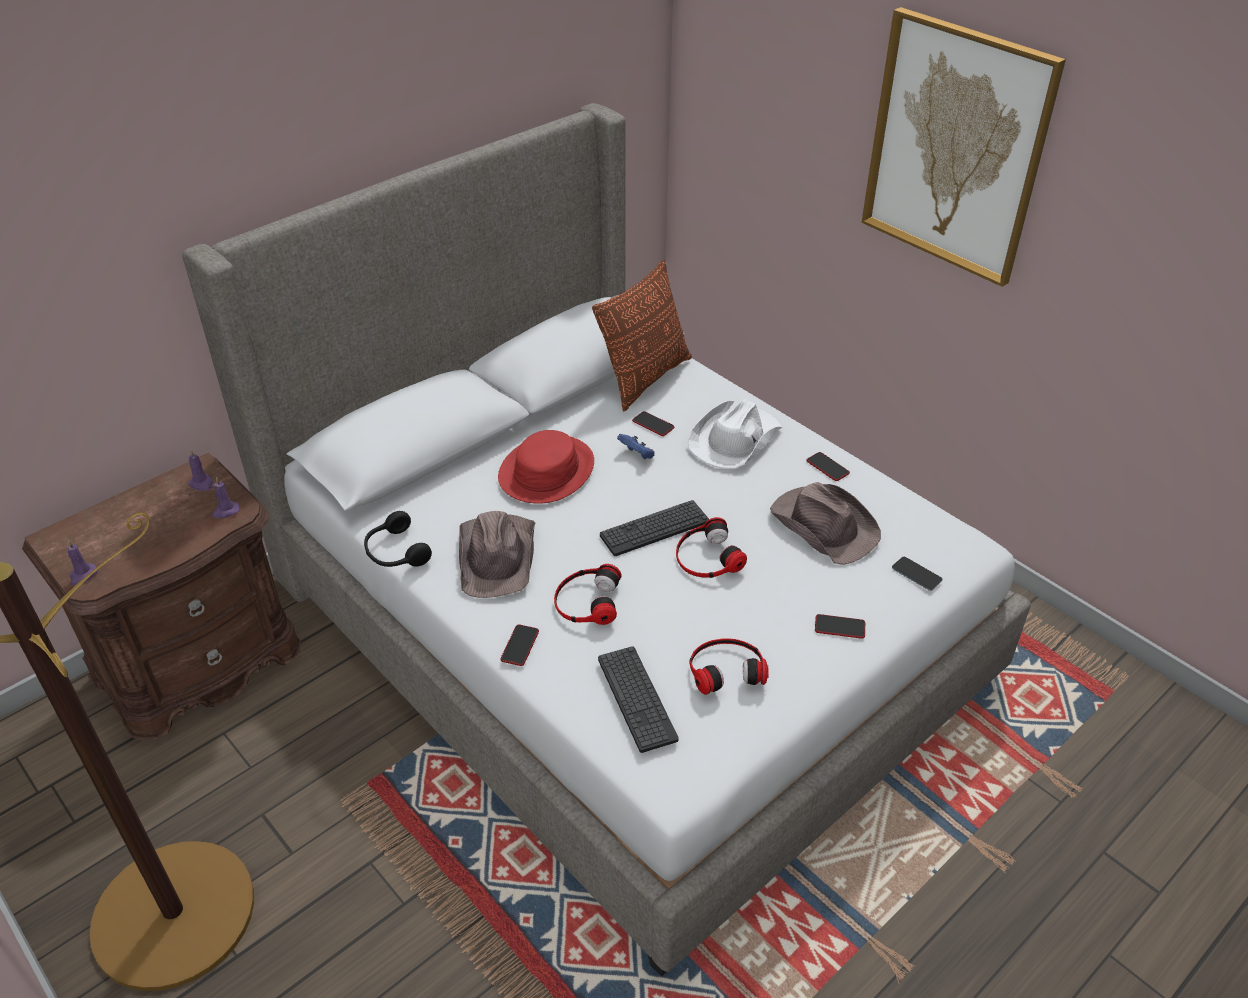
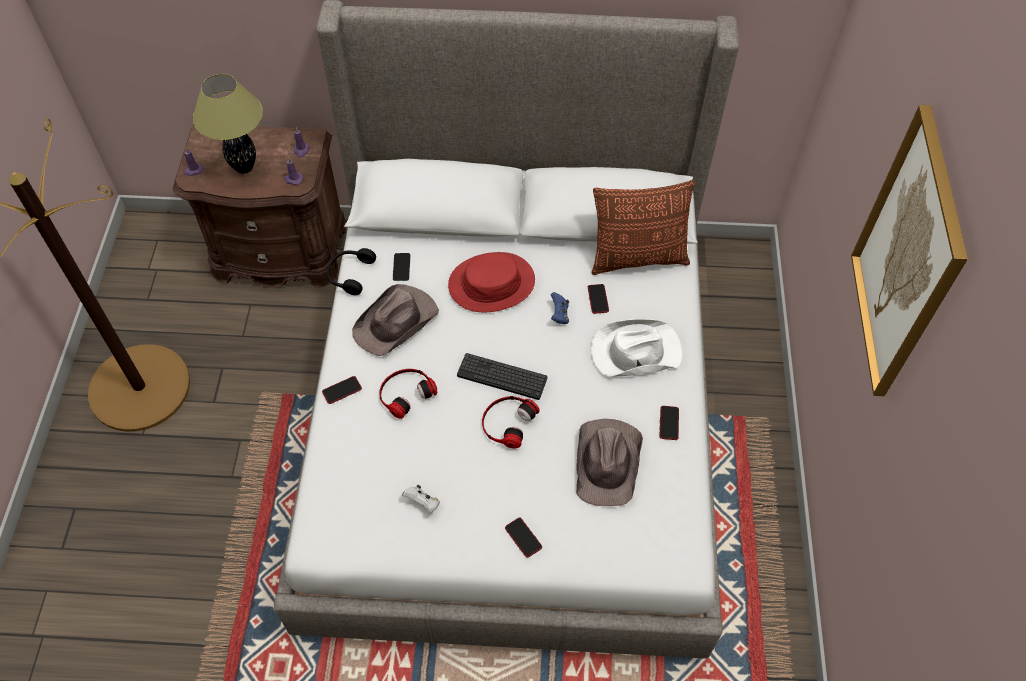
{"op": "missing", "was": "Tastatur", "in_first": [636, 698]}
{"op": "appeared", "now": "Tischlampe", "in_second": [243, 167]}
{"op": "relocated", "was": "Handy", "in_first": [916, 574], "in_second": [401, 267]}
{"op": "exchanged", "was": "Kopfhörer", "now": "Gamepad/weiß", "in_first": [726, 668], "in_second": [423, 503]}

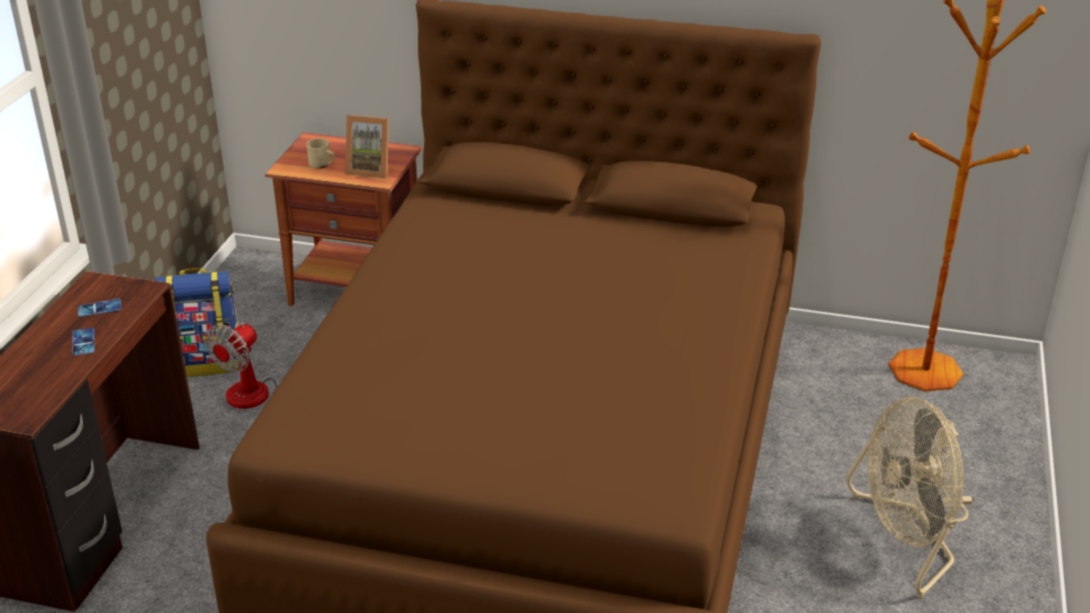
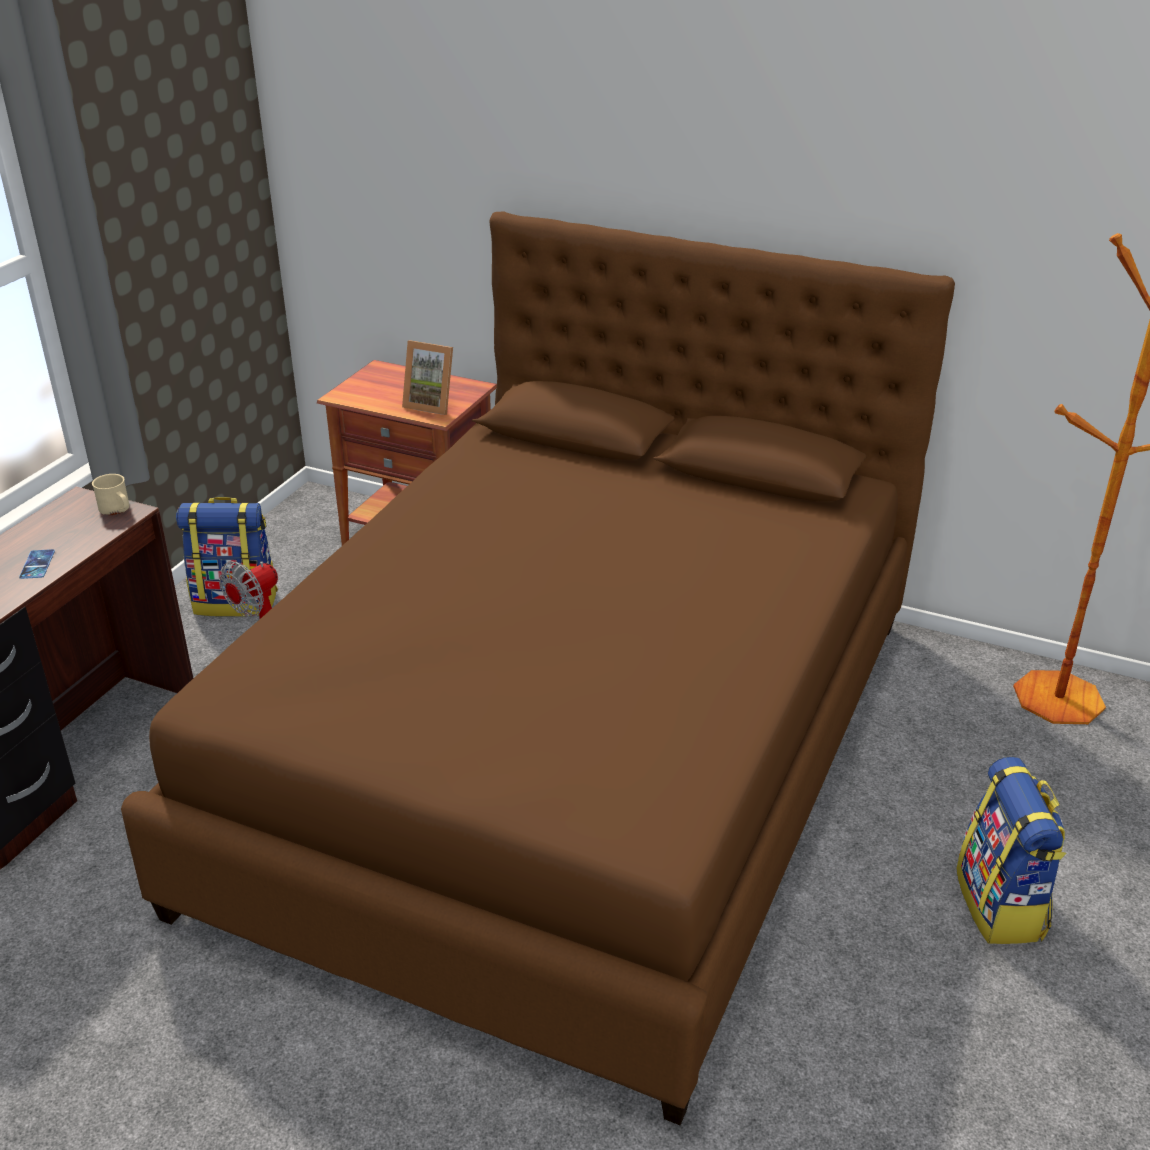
{"op": "missing", "was": "Handy", "in_first": [99, 308]}
{"op": "relocated", "was": "Henkelbecher/beige", "in_first": [322, 164], "in_second": [117, 509]}
{"op": "exchanged", "was": "Ventilator/beige", "now": "Rucksack", "in_first": [911, 536], "in_second": [1001, 905]}

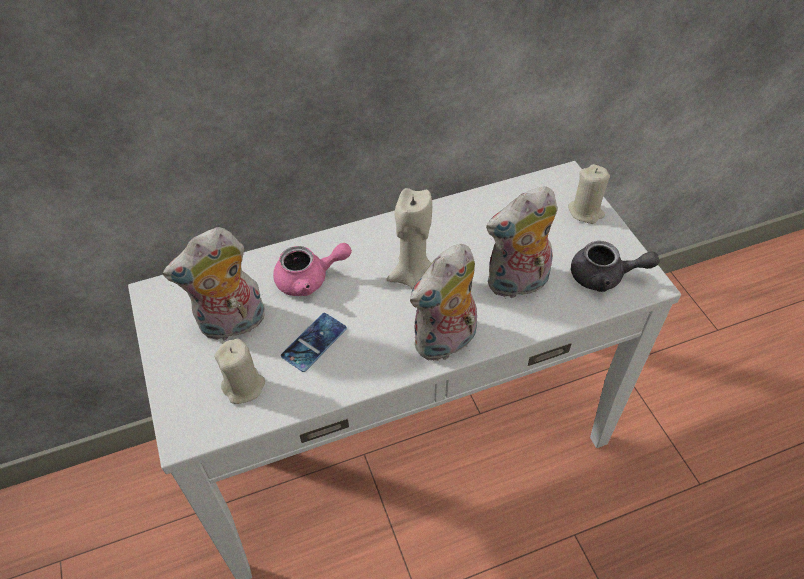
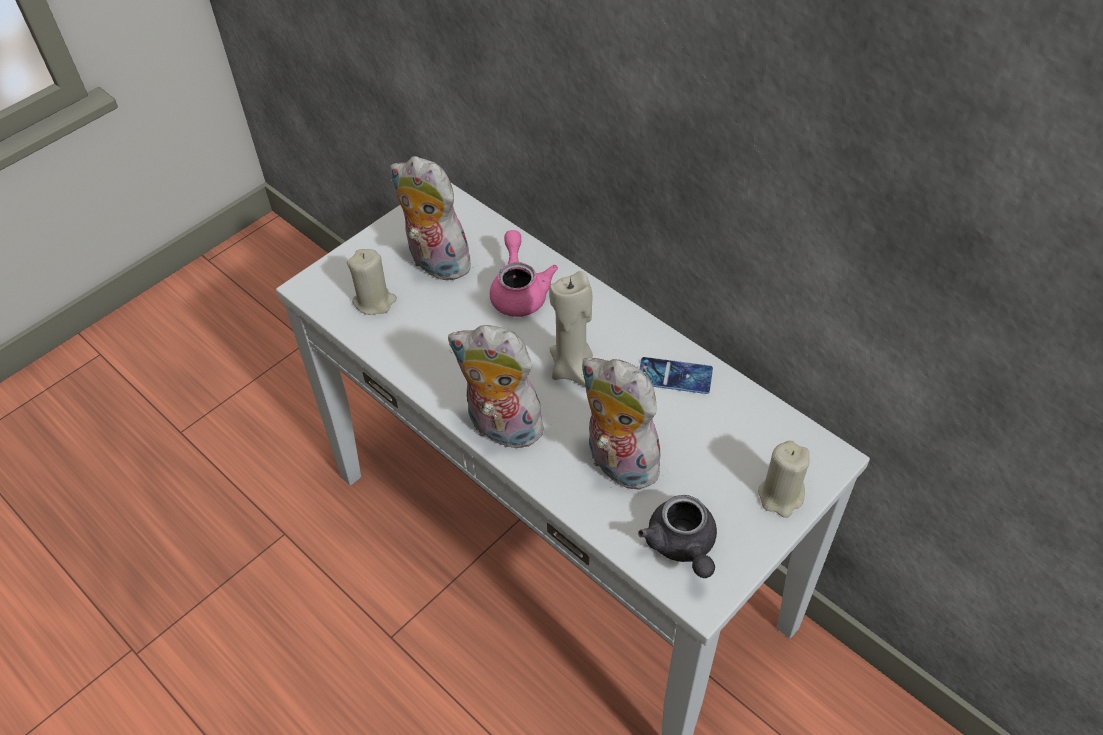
{"op": "relocated", "was": "Handy", "in_first": [314, 342], "in_second": [674, 376]}
{"op": "spun", "was": "Teekanne/rosa", "in_first": [309, 279], "in_second": [519, 291], "clockwise": -150}

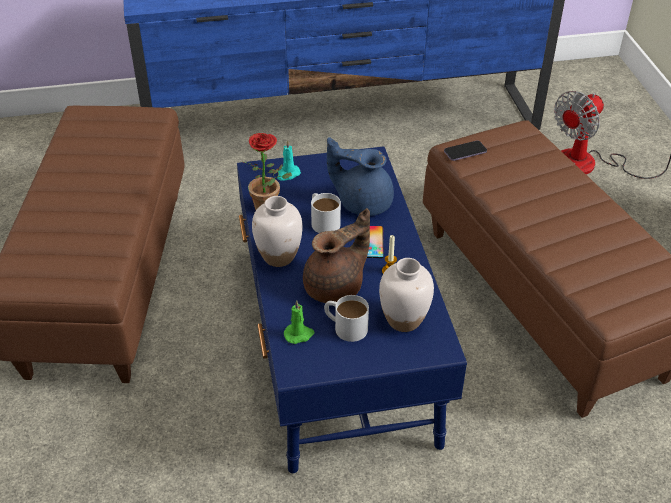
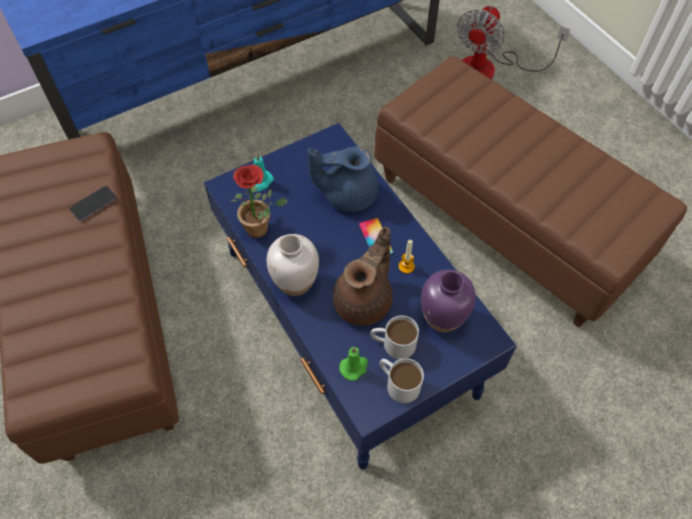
{"op": "relocated", "was": "Henkelbecher/weiß", "in_first": [323, 220], "in_second": [398, 382]}
{"op": "relocated", "was": "Handy", "in_first": [465, 152], "in_second": [94, 204]}
{"op": "colour", "was": "Vase/weiß", "now": "Vase/lila", "in_first": [403, 320], "in_second": [442, 318]}

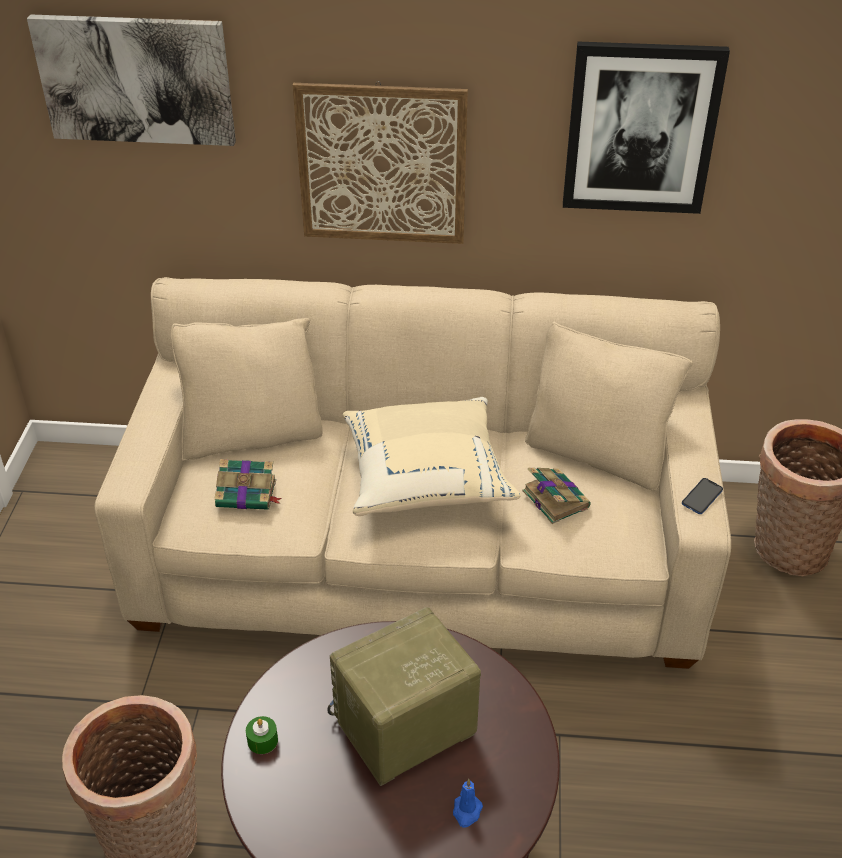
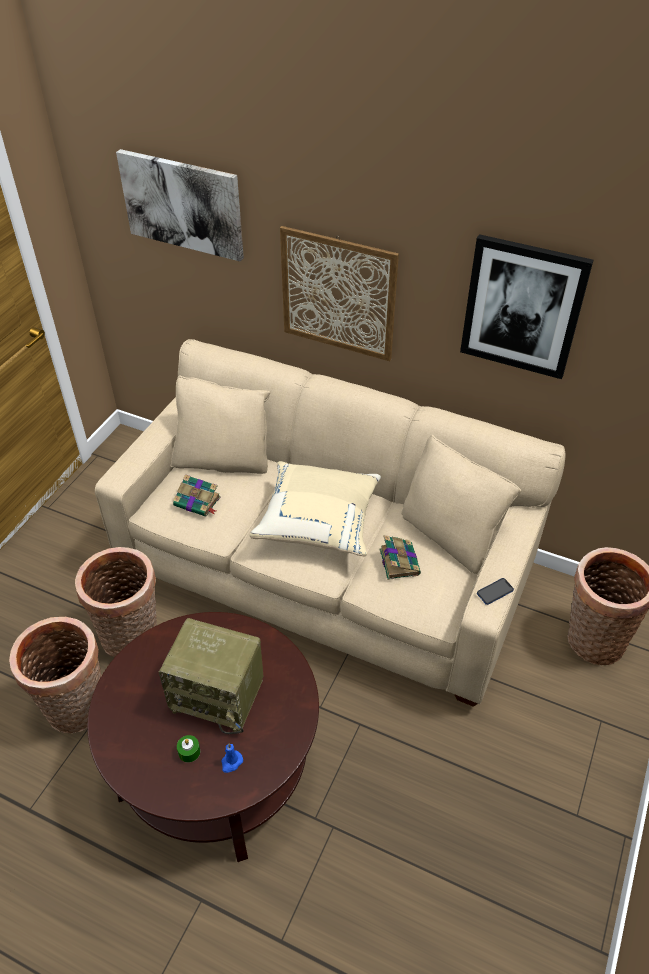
{"op": "appeared", "now": "Korb", "in_second": [132, 638]}
{"op": "relocated", "was": "Kerze/grün", "in_first": [262, 741], "in_second": [189, 752]}
{"op": "spun", "was": "Radio", "in_first": [404, 730], "in_second": [219, 694], "clockwise": -150}

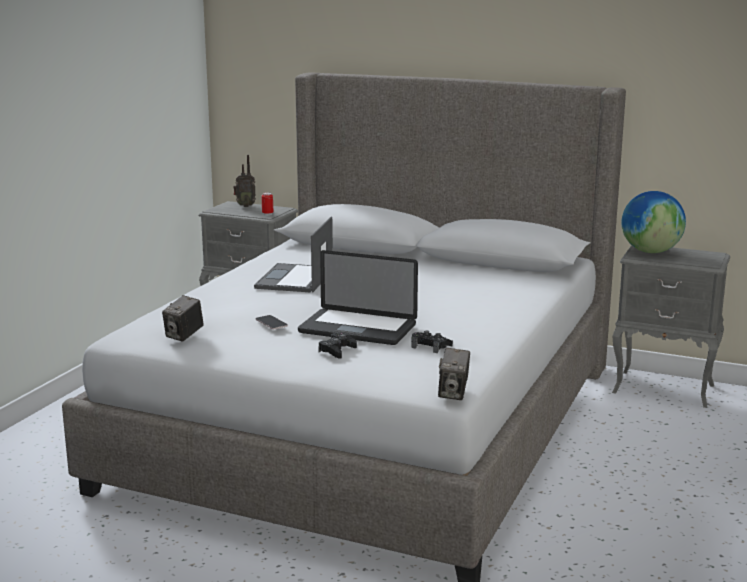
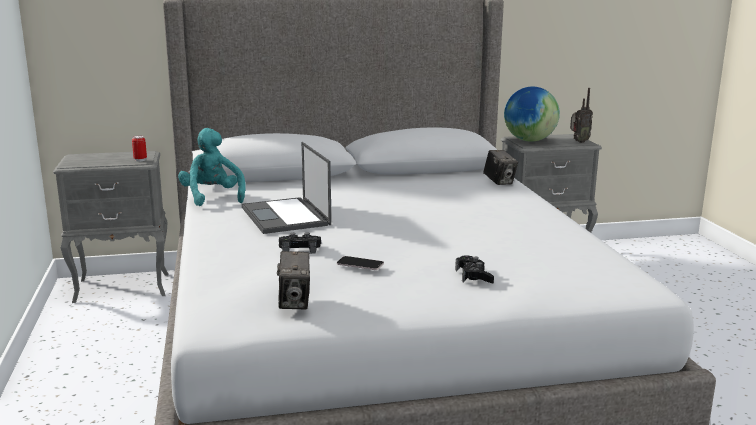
{"op": "missing", "was": "Laptop", "in_first": [357, 329]}
{"op": "appeared", "now": "Plüschtier/türkis", "in_second": [212, 197]}
{"op": "relocated", "was": "Radio", "in_first": [245, 206], "in_second": [578, 142]}
{"op": "relocated", "was": "Gamepad/schwarz", "in_first": [430, 347], "in_second": [300, 249]}
{"op": "relocated", "was": "Kamera", "in_first": [453, 393], "in_second": [499, 182]}

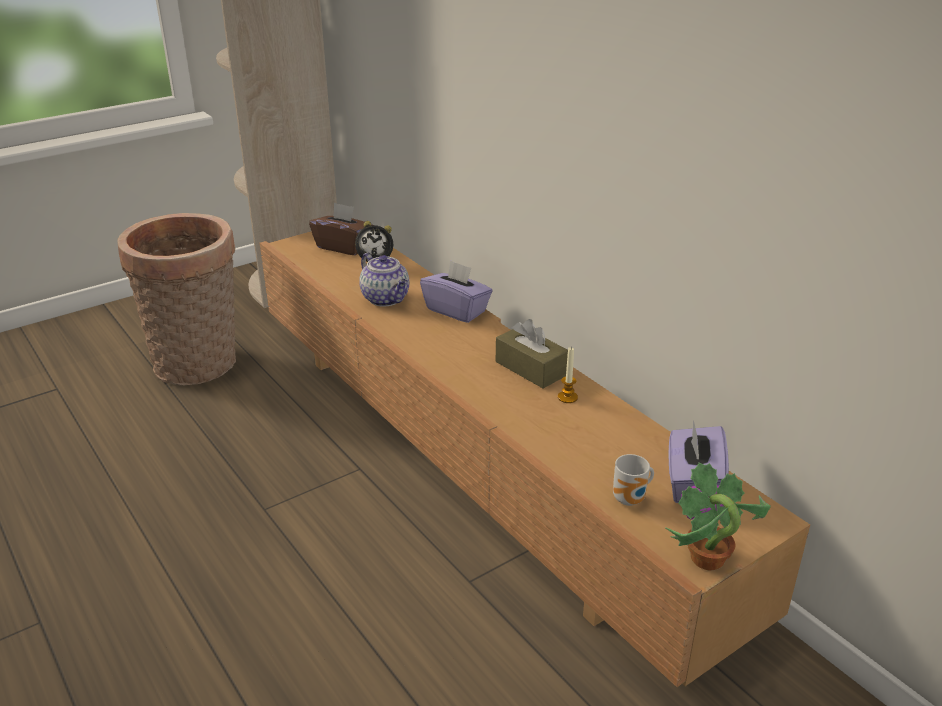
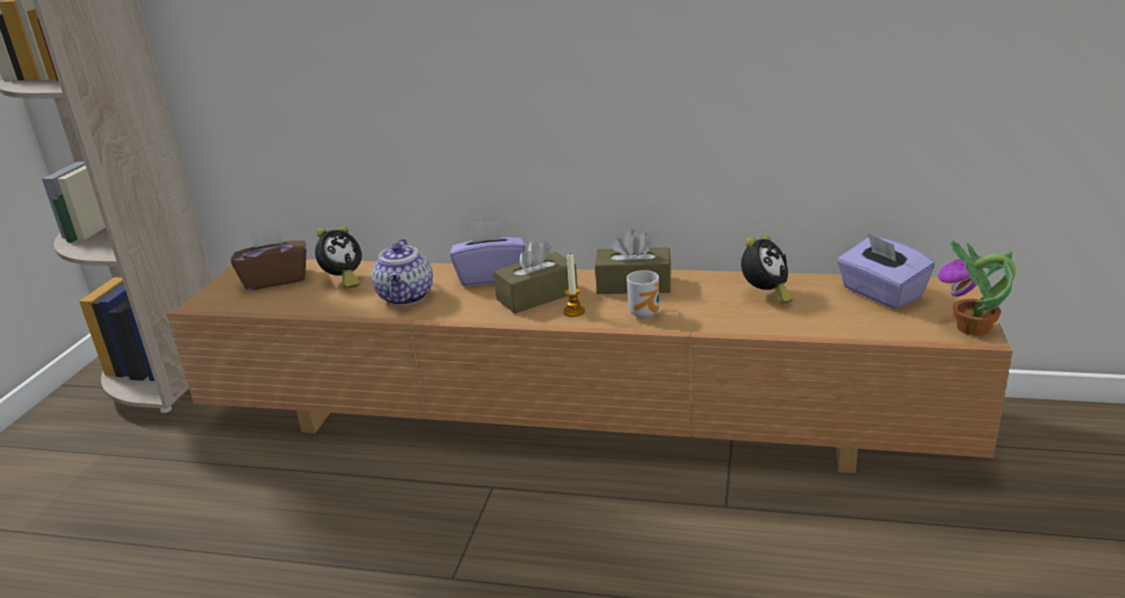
{"op": "missing", "was": "Korb", "in_first": [199, 366]}
{"op": "appeared", "now": "Taschentuchbox/braun", "in_second": [537, 296]}
{"op": "appeared", "now": "Wecker", "in_second": [765, 295]}
{"op": "relocated", "was": "Kerze", "in_first": [567, 397], "in_second": [574, 311]}
{"op": "relocated", "was": "Henkelbecher", "in_first": [631, 500], "in_second": [646, 314]}
{"op": "spun", "was": "Teekanne", "in_first": [386, 299], "in_second": [406, 297], "clockwise": 75}

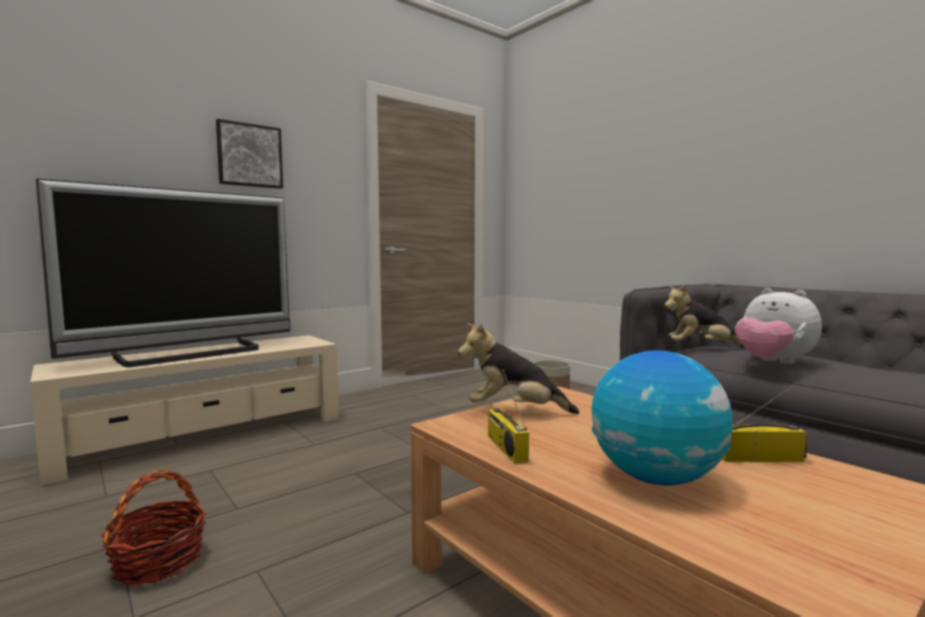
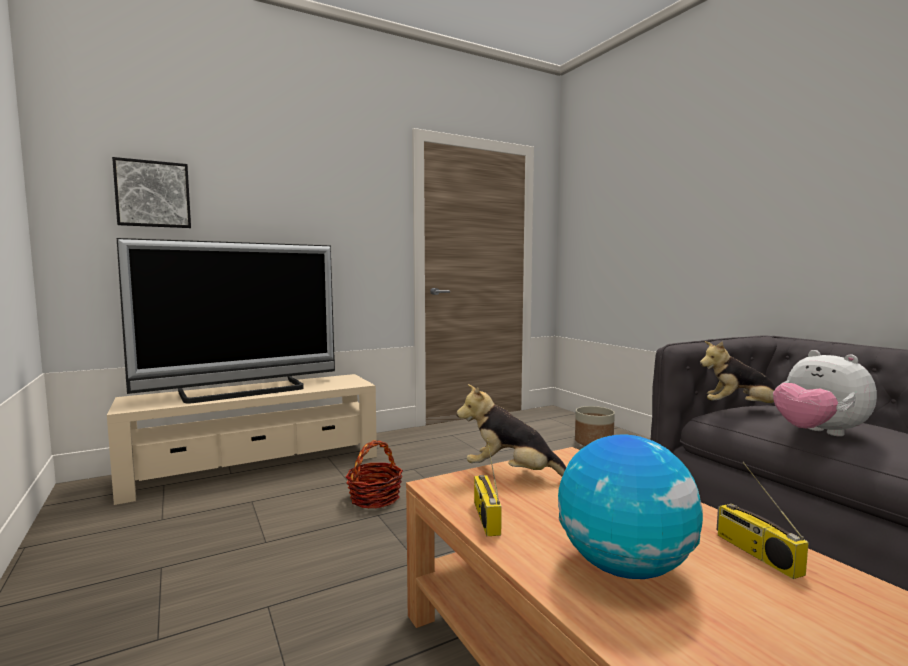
{"op": "relocated", "was": "Korb", "in_first": [158, 561], "in_second": [375, 498]}
{"op": "relocated", "was": "Bild", "in_first": [249, 155], "in_second": [153, 194]}
{"op": "spun", "was": "Radio", "in_first": [761, 458], "in_second": [755, 553], "clockwise": -120}

